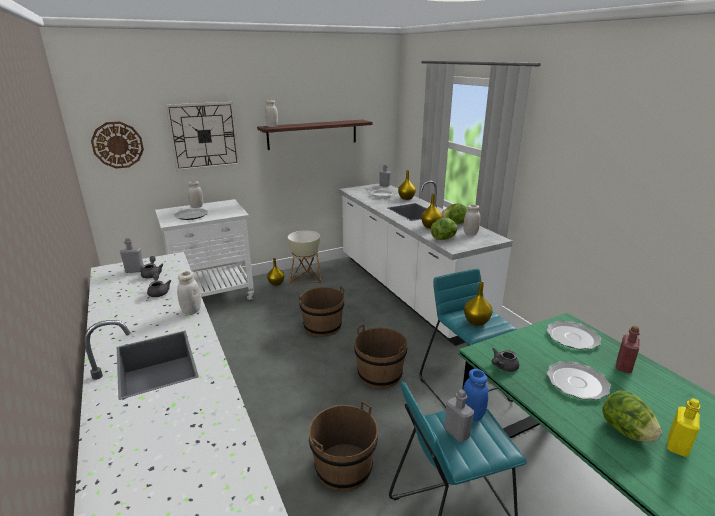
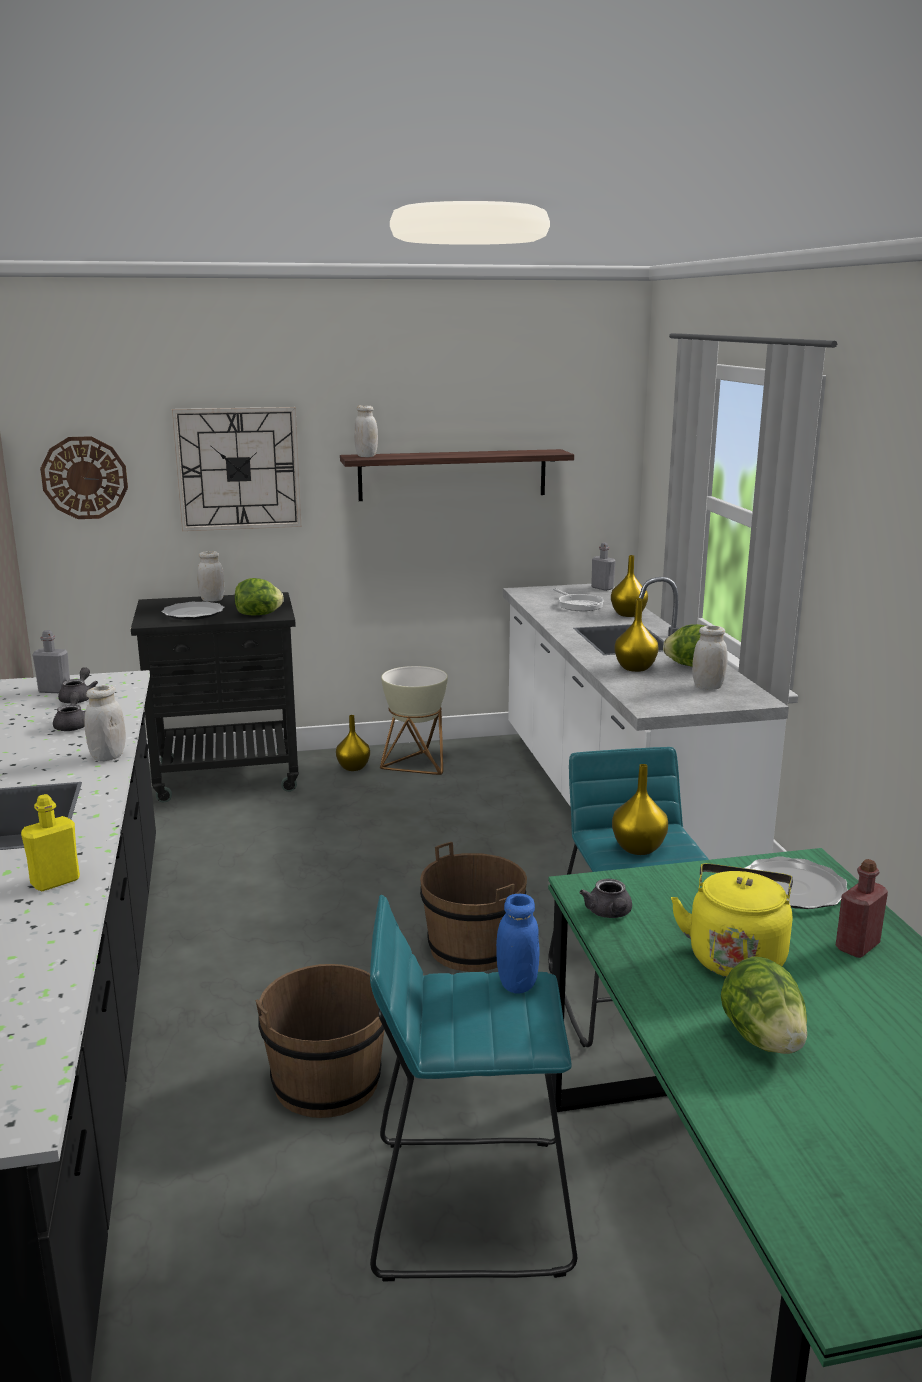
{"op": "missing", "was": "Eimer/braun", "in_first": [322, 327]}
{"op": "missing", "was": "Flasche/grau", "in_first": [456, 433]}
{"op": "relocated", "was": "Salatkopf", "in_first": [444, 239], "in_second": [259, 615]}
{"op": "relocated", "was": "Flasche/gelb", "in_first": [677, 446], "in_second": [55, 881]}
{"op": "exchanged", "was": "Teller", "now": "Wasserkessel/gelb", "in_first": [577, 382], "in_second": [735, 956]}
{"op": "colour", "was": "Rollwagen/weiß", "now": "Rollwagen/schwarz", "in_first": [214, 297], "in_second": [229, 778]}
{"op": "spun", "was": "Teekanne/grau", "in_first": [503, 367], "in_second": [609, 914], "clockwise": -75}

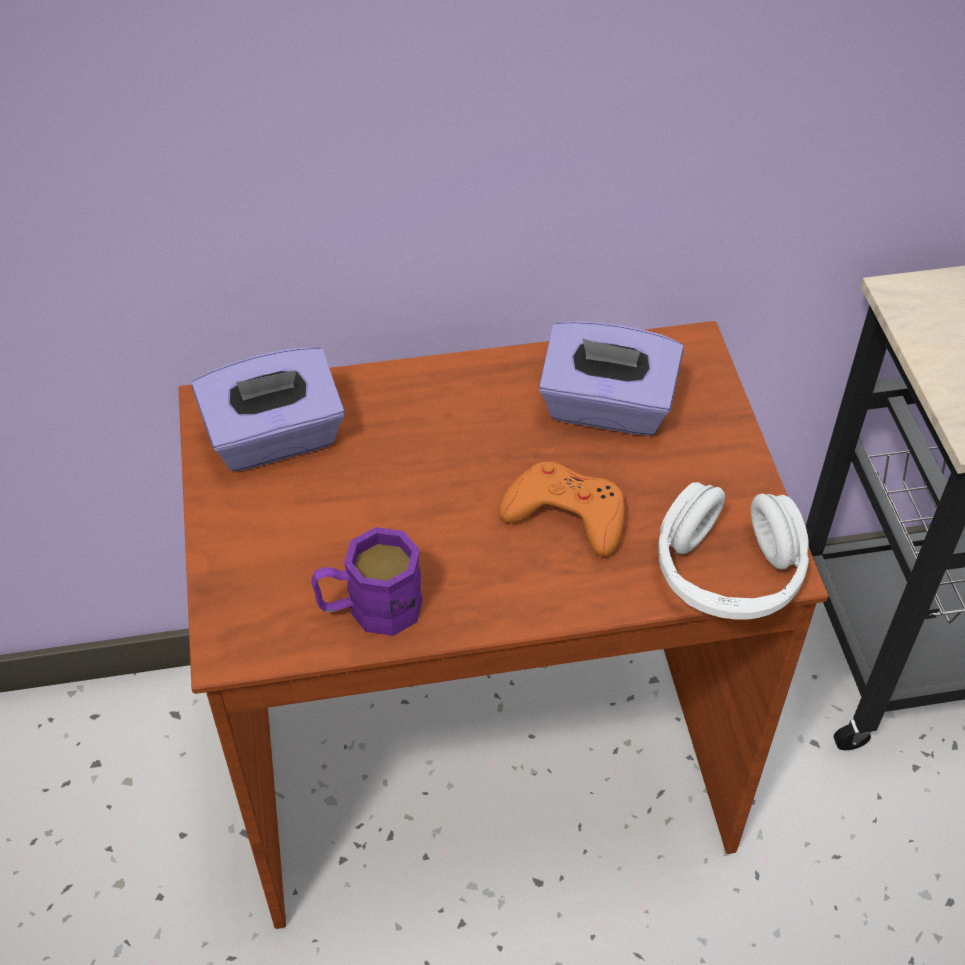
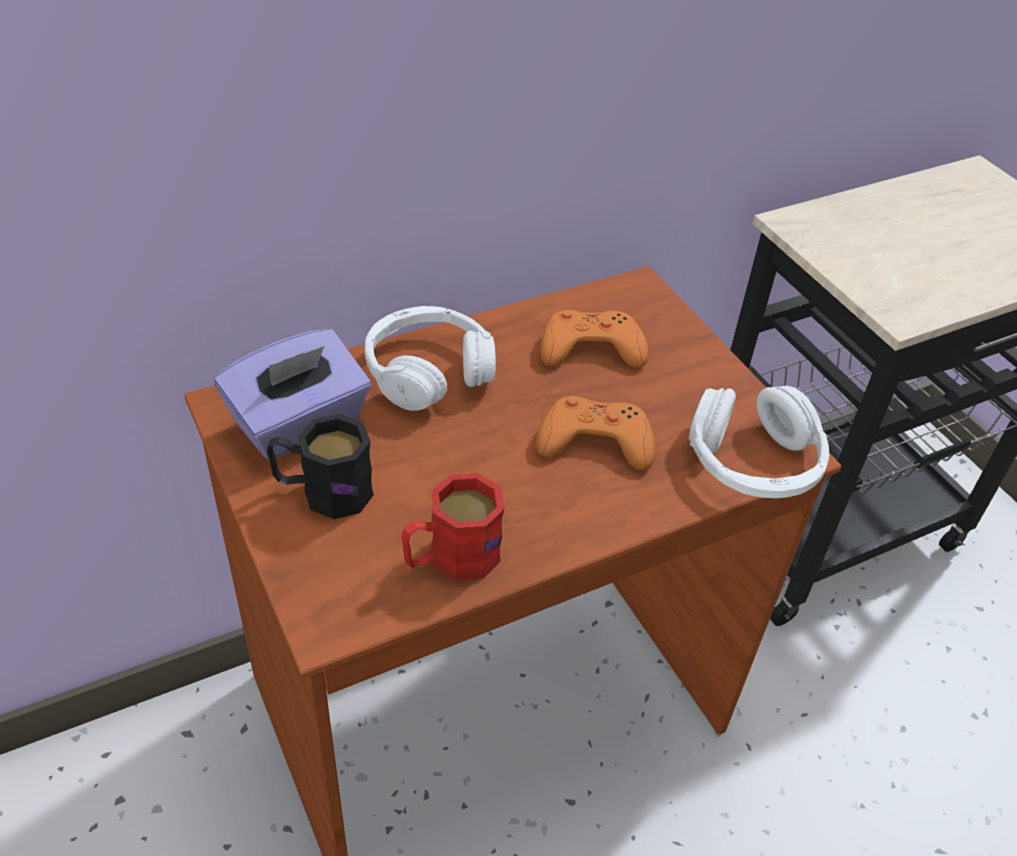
{"op": "appeared", "now": "Henkelbecher/schwarz", "in_second": [323, 491]}
{"op": "appeared", "now": "Kopfhörer/weiß", "in_second": [428, 371]}
{"op": "exchanged", "was": "Taschentuchbox/lila", "now": "Gamepad/orange", "in_first": [606, 408], "in_second": [591, 348]}
{"op": "colour", "was": "Henkelbecher/lila", "now": "Henkelbecher/rot", "in_first": [370, 608], "in_second": [451, 558]}

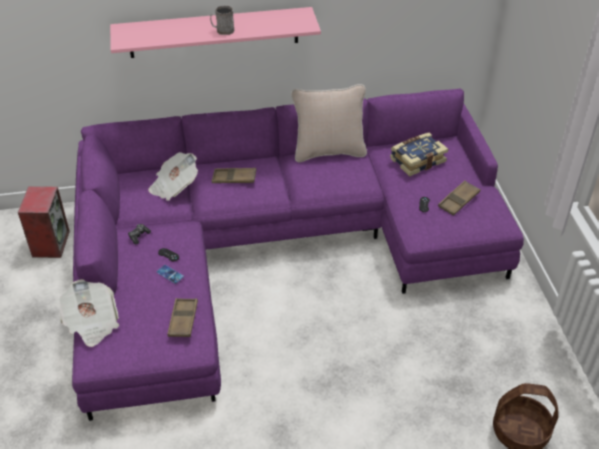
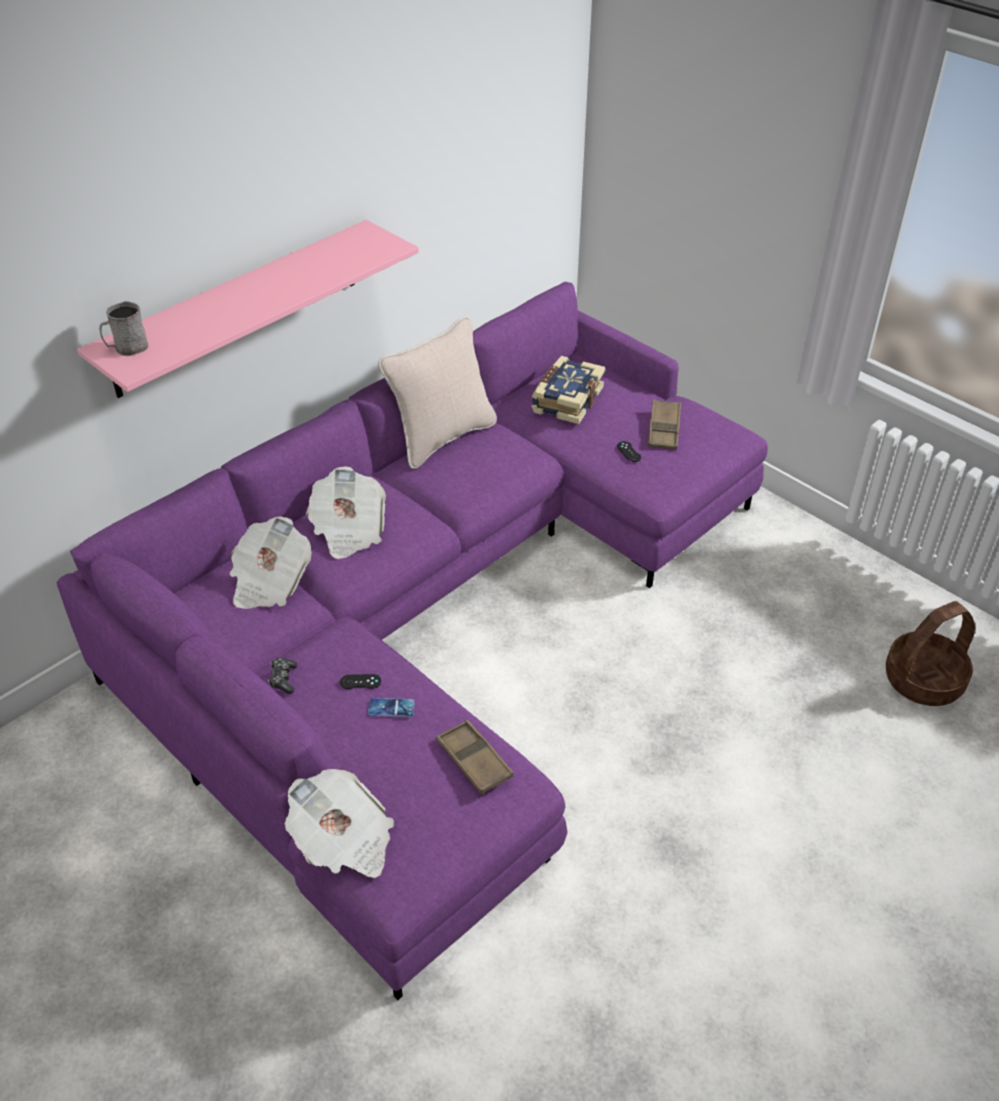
{"op": "missing", "was": "Lautsprecher", "in_first": [50, 243]}
{"op": "relocated", "was": "Henkelbecher/grau", "in_first": [222, 30], "in_second": [127, 348]}
{"op": "exchanged", "was": "Tablett/braun", "now": "Zeitung", "in_first": [234, 178], "in_second": [348, 530]}

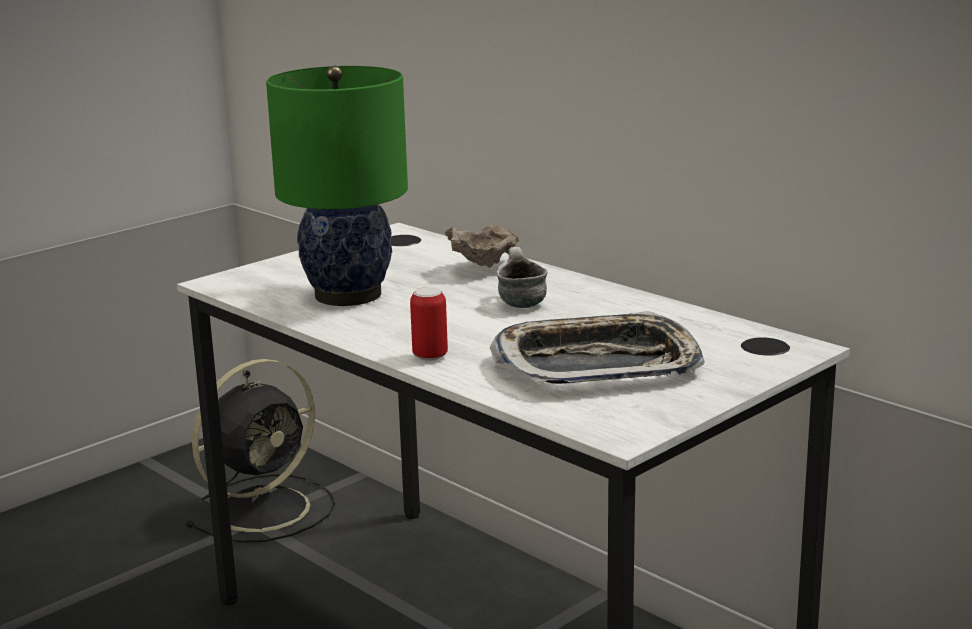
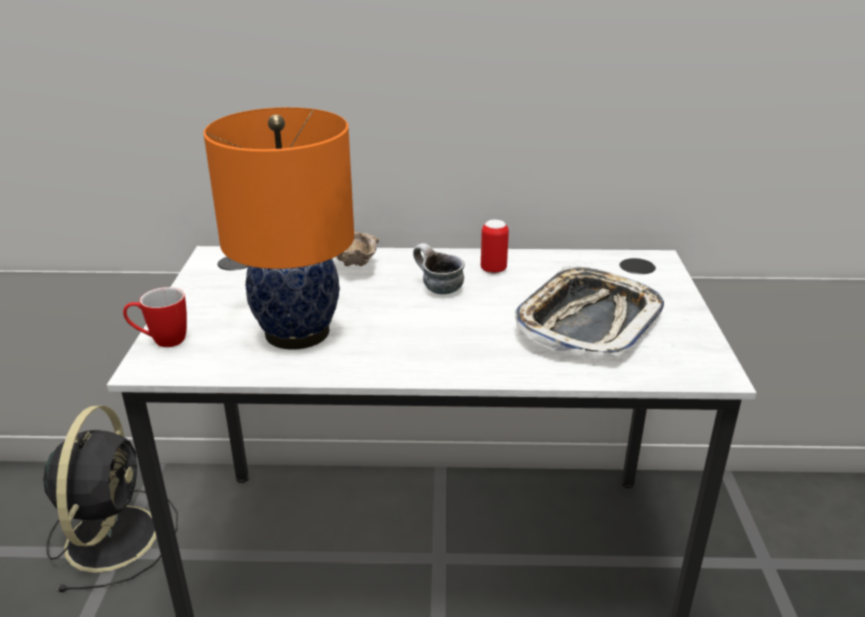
{"op": "appeared", "now": "Henkelbecher", "in_second": [161, 341]}
{"op": "relocated", "was": "Dose", "in_first": [430, 356], "in_second": [493, 270]}
{"op": "colour", "was": "Tischlampe/grün", "now": "Tischlampe/orange", "in_first": [348, 295], "in_second": [298, 332]}

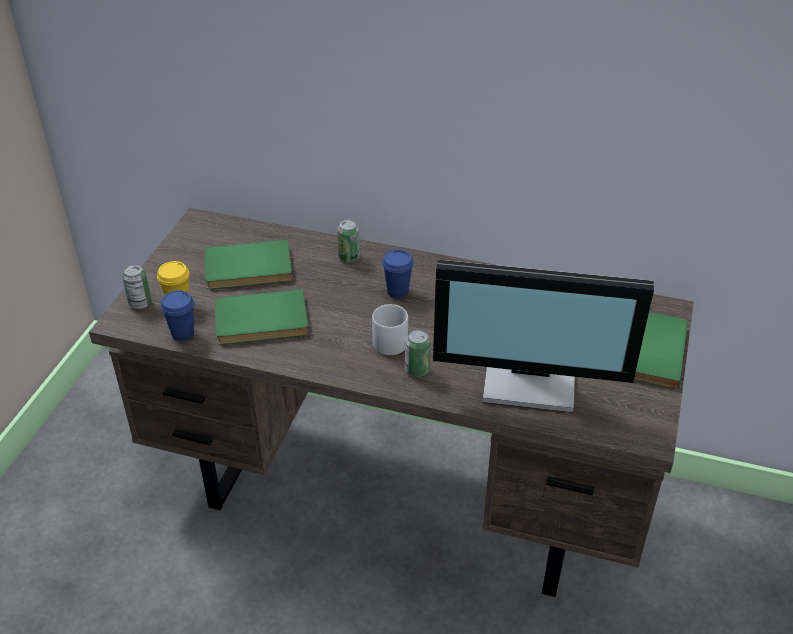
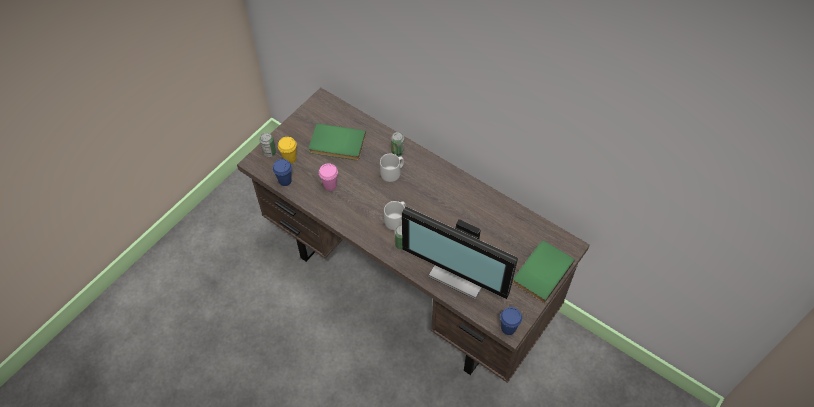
{"op": "appeared", "now": "Henkelbecher/grau", "in_second": [392, 173]}
{"op": "relocated", "was": "Tasse/blau", "in_first": [397, 291], "in_second": [508, 328]}
{"op": "exchanged", "was": "Buch/grün", "now": "Tasse/rosa", "in_first": [261, 322], "in_second": [330, 185]}

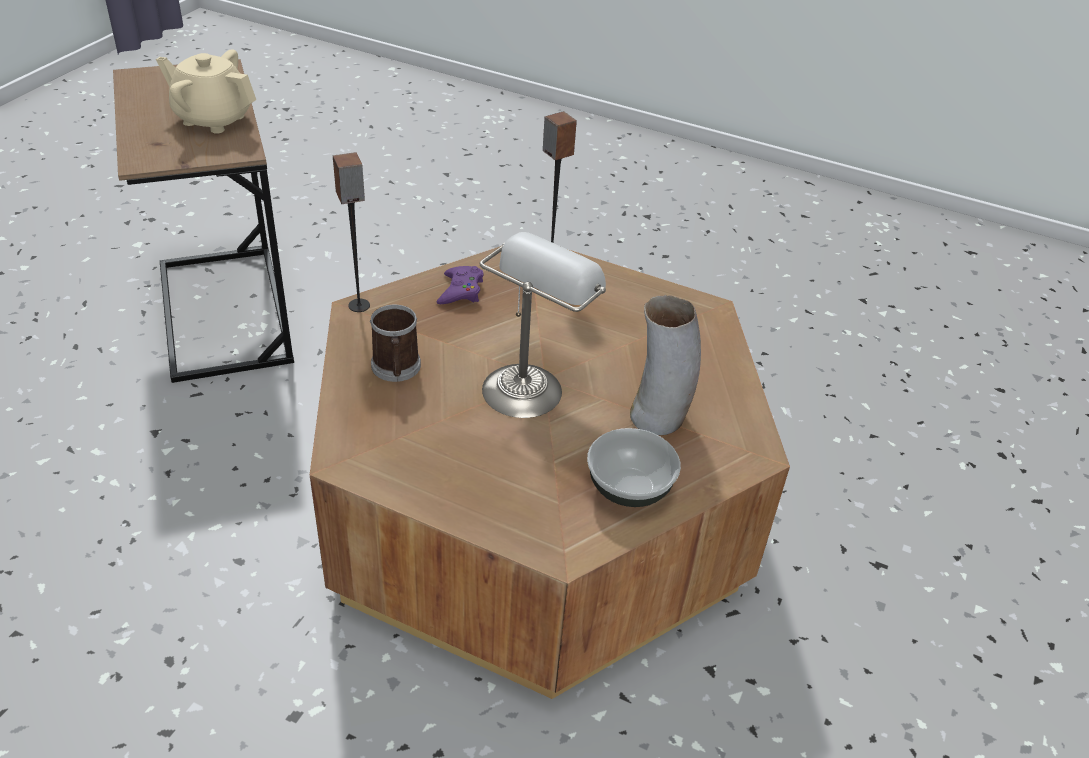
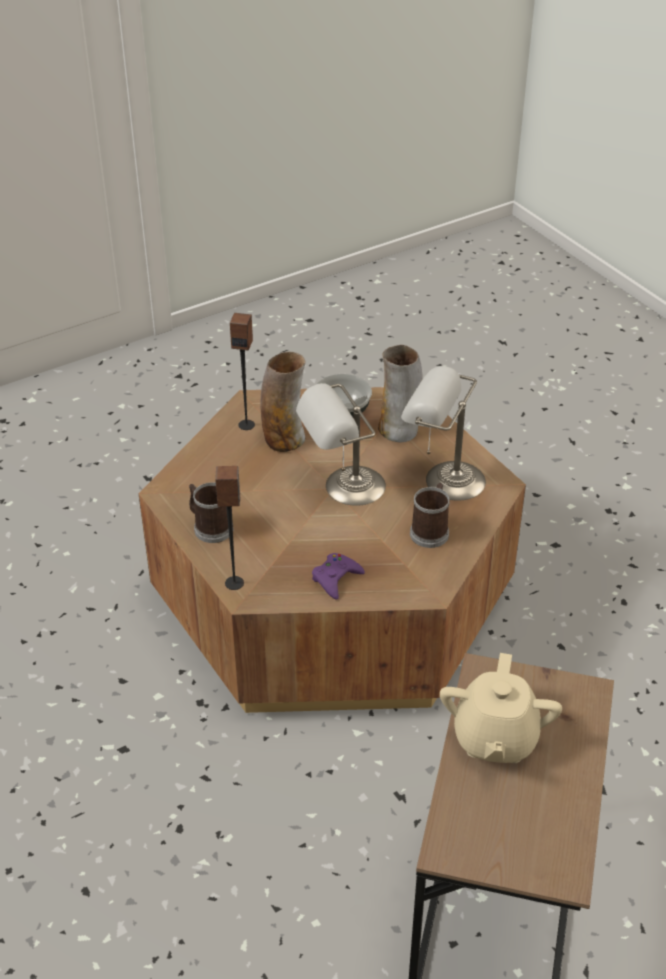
{"op": "appeared", "now": "Henkelbecher", "in_second": [210, 527]}
{"op": "appeared", "now": "Vase", "in_second": [399, 430]}
{"op": "appeared", "now": "Tischlampe/weiß", "in_second": [442, 478]}
{"op": "relocated", "was": "Lautsprecher", "in_first": [359, 306], "in_second": [246, 424]}
{"op": "spun", "was": "Teekanne/beige", "in_first": [213, 119], "in_second": [495, 739], "clockwise": 45}

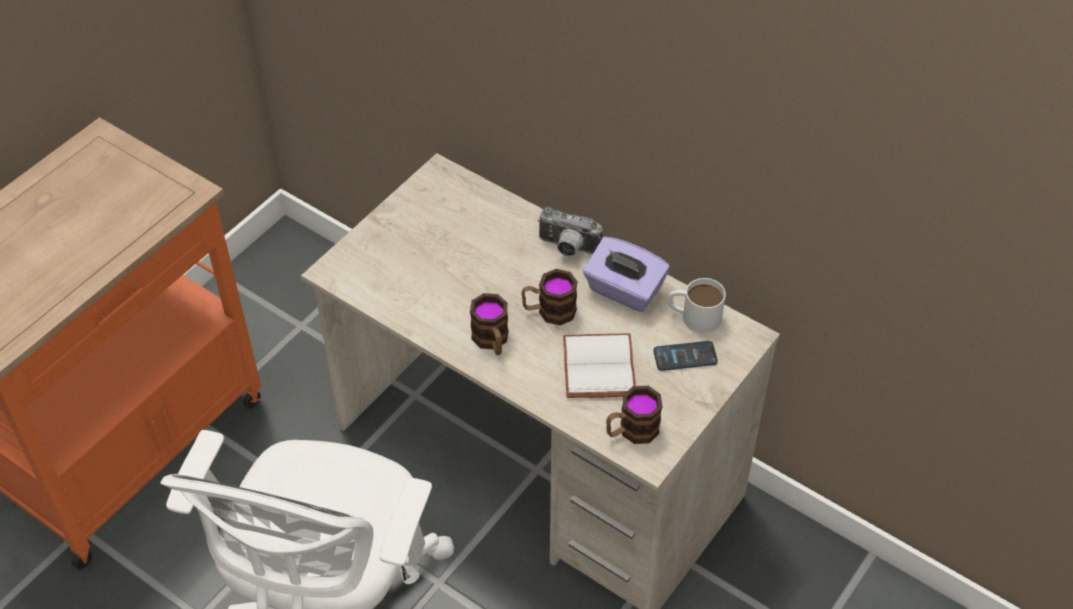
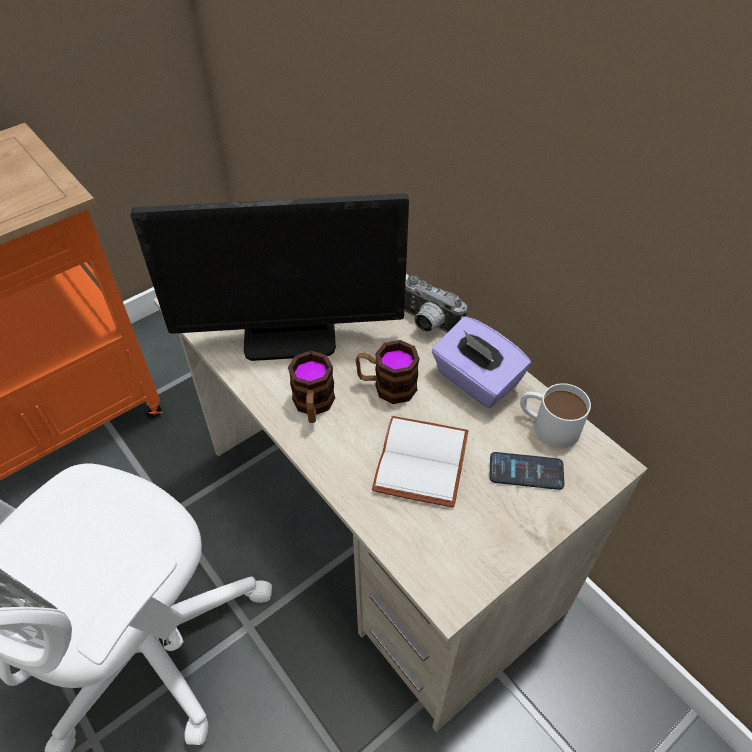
{"op": "missing", "was": "Henkelbecher", "in_first": [631, 431]}
{"op": "appeared", "now": "Monitor", "in_second": [290, 336]}

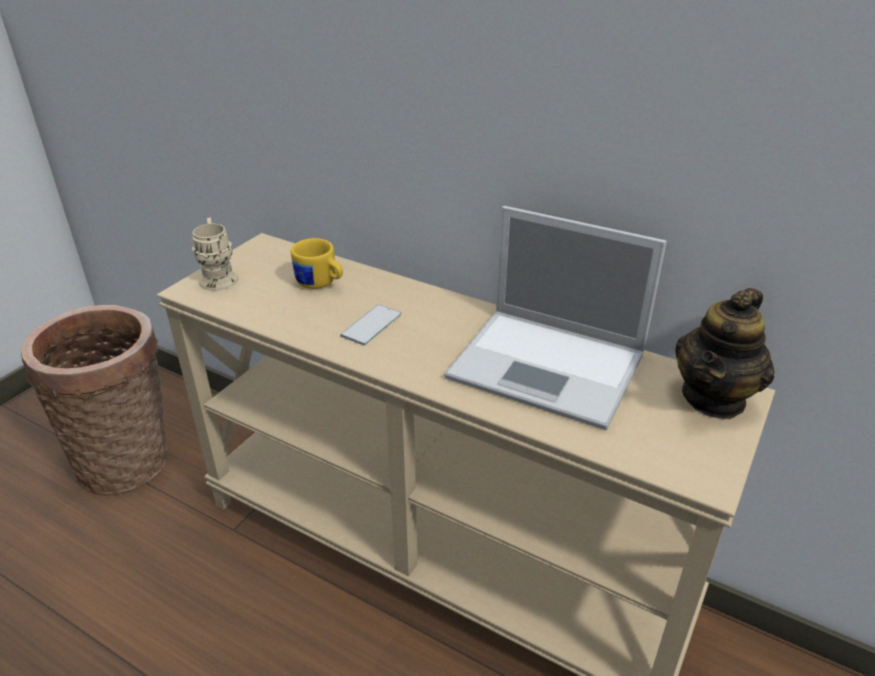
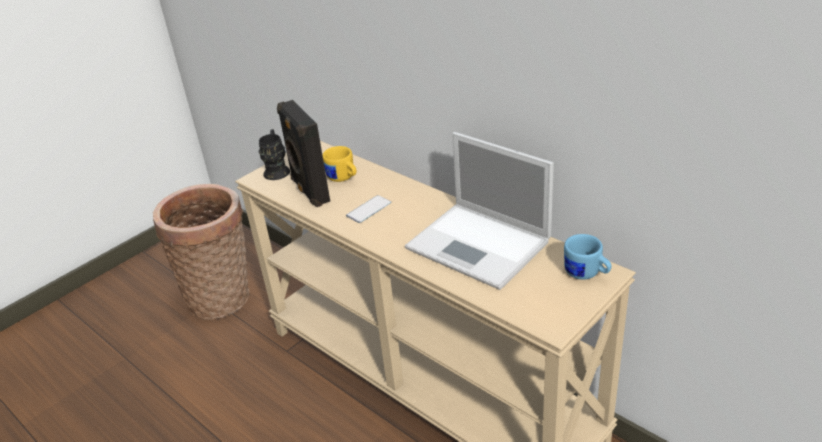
{"op": "appeared", "now": "Lautsprecher/schwarz", "in_second": [309, 191]}
{"op": "exchanged", "was": "Teekanne", "now": "Henkelbecher/blau", "in_first": [714, 398], "in_second": [586, 274]}
{"op": "colour", "was": "Henkelbecher/beige", "now": "Henkelbecher/schwarz", "in_first": [218, 276], "in_second": [277, 170]}

